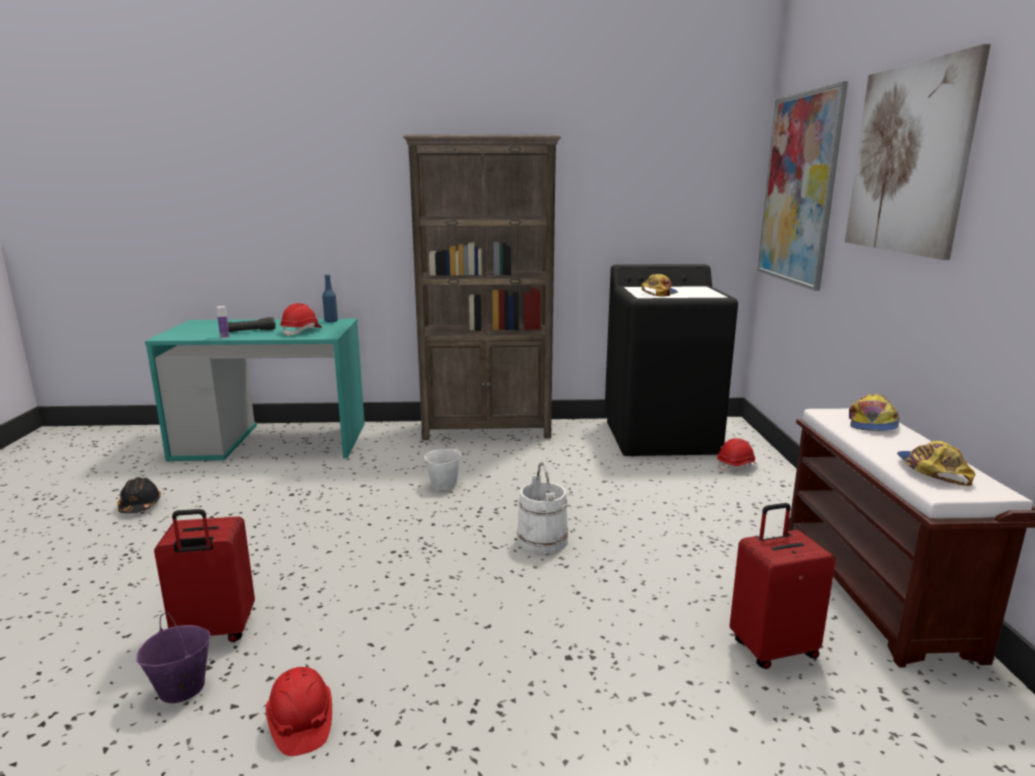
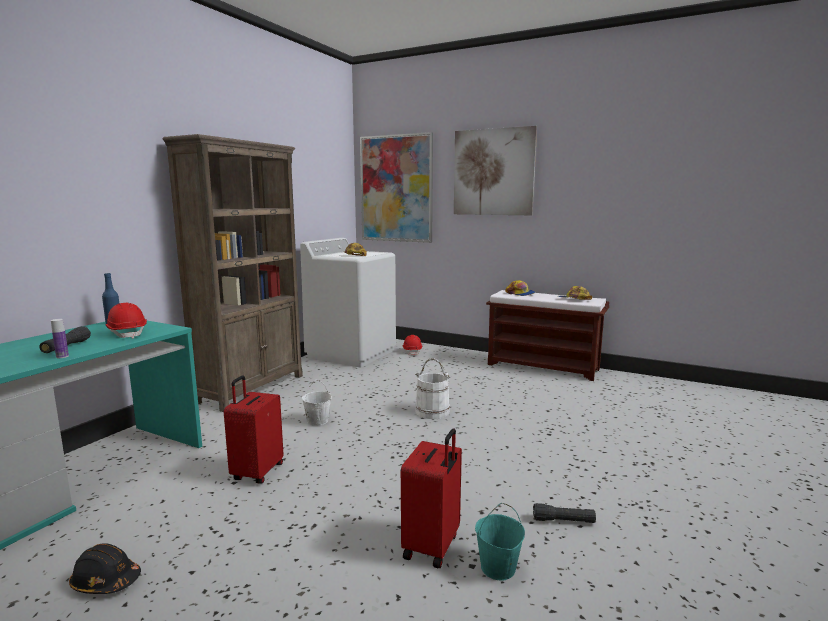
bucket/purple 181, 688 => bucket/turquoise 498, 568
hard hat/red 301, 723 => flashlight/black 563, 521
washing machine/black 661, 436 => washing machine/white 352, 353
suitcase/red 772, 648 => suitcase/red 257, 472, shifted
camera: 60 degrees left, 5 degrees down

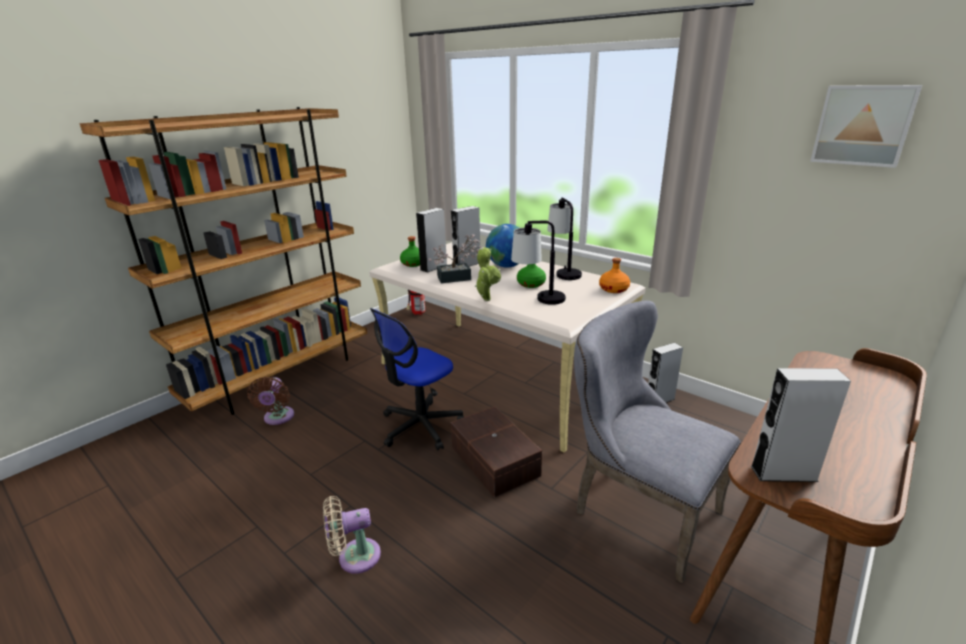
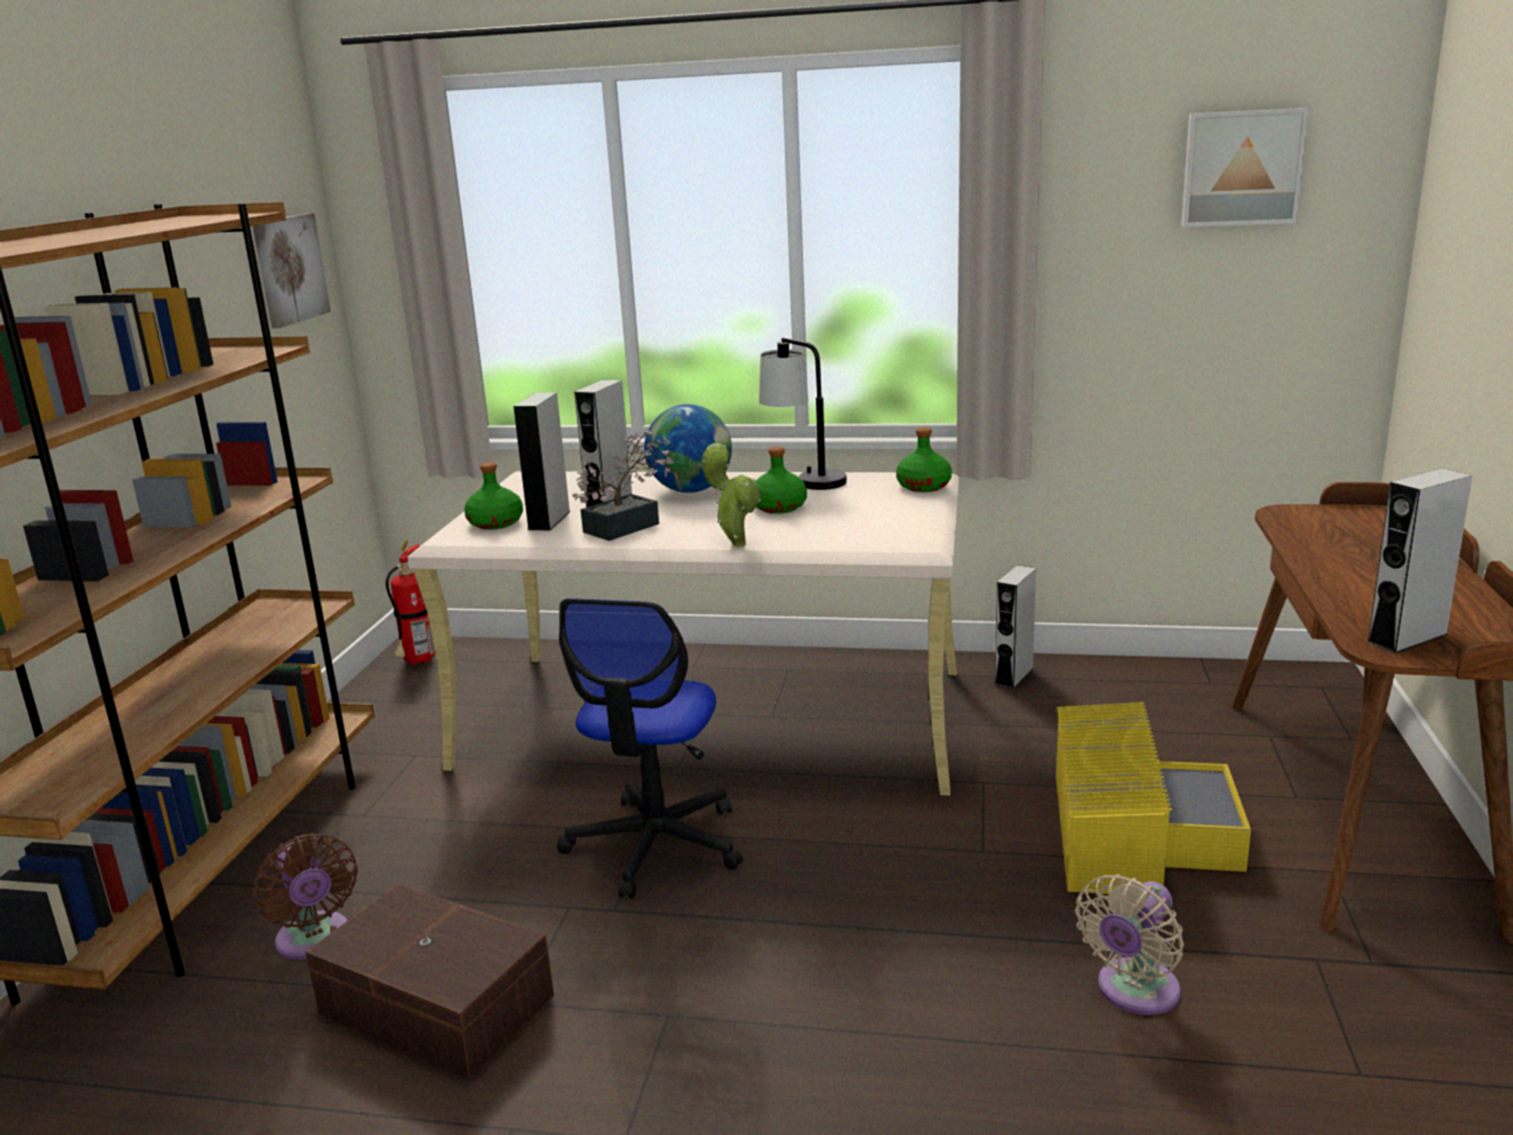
fan/beige 354, 557 => fan/beige 1133, 992, shifted
storage box/brown 494, 462 => storage box/brown 435, 1007, shifted
table lamp 538, 301 => nothing
chair/grey 637, 510 => storage box/yellow 1131, 831
bottle/orange 614, 289 => bottle/green 924, 486
nothing => picture 289, 269
camera: 30 degrees left, 5 degrees down

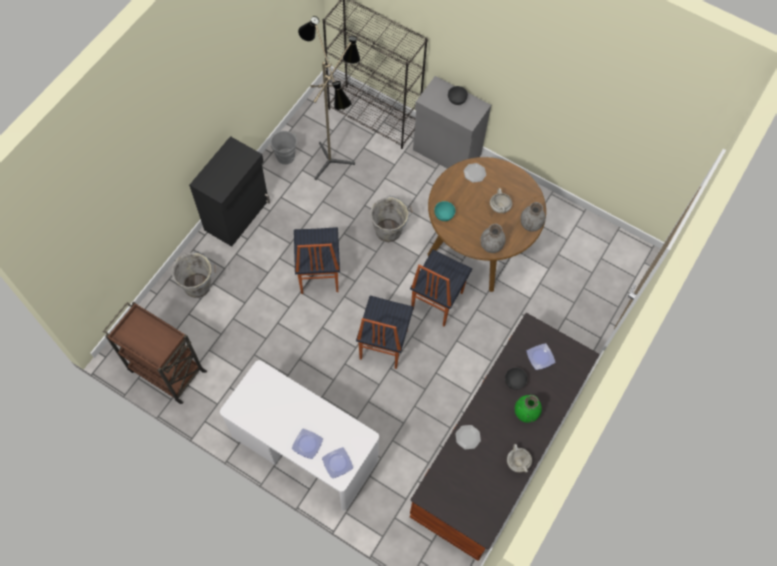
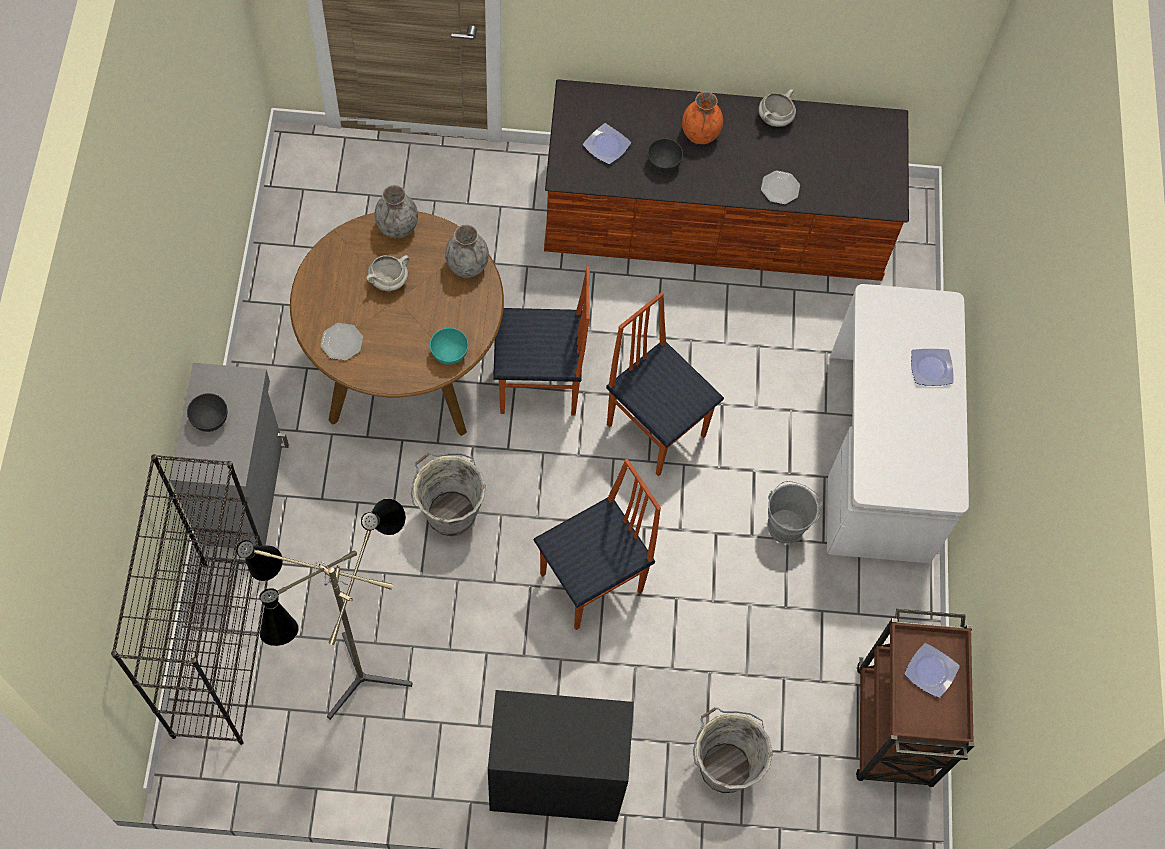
bucket/grey 286, 158 => bucket/grey 787, 523, shifted
plate 337, 463 => plate 931, 672, shifted
chair 382, 344 => chair 656, 428, 120 degrees counterclockwise
vase/green 525, 413 => vase/orange 700, 134
camera: 120 degrees left, 0 degrees up

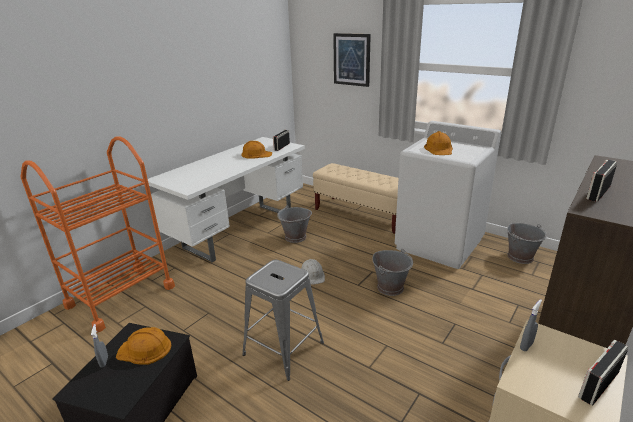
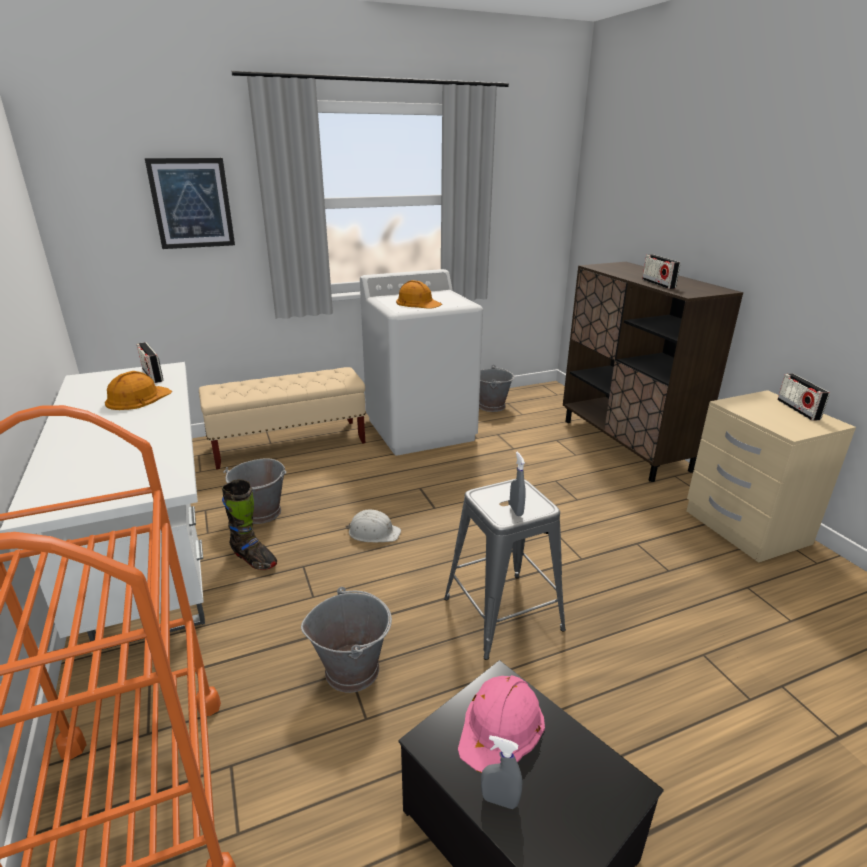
hard hat/orange 145, 349 => hard hat/pink 501, 727
bucket/grey 390, 287 => bucket/grey 352, 669, shifted
spray bottle/grey 526, 346 => spray bottle/grey 516, 510, shifted
nothing => boot/black 254, 559
camera: 60 degrees left, 0 degrees up

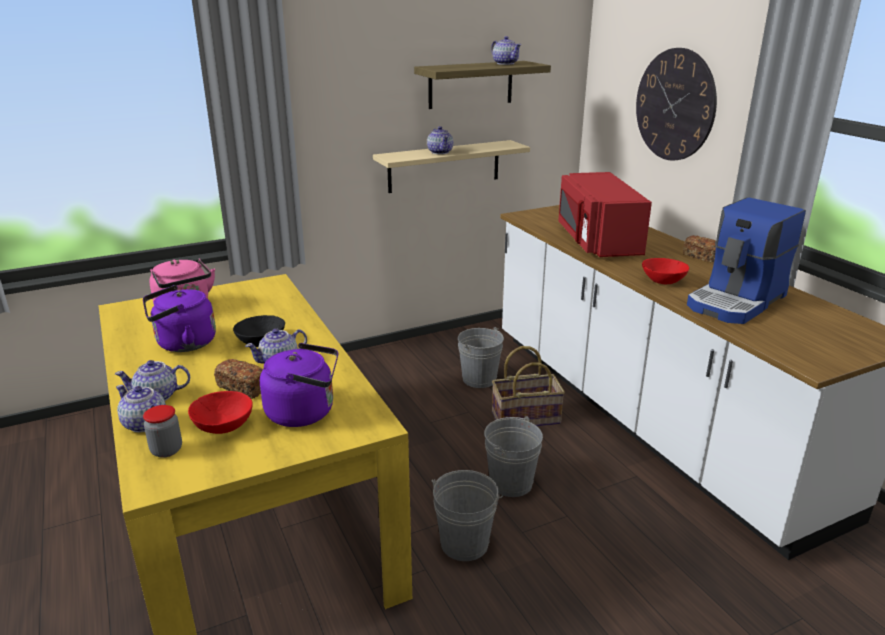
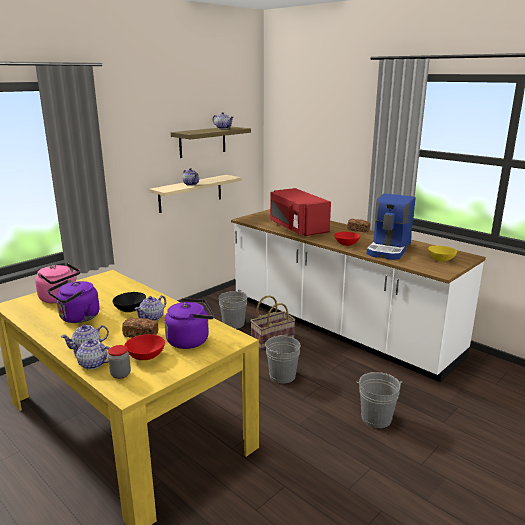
bucket/grey 464, 543 => bucket/grey 376, 418, shifted
wall clock 675, 105 => nothing
nothing => bowl/yellow 441, 259
camera: 20 degrees left, 5 degrees down

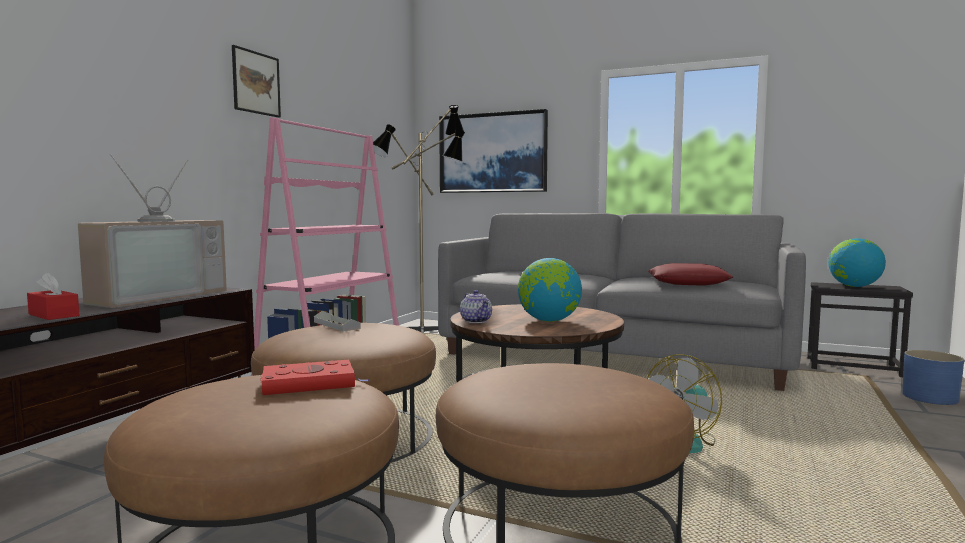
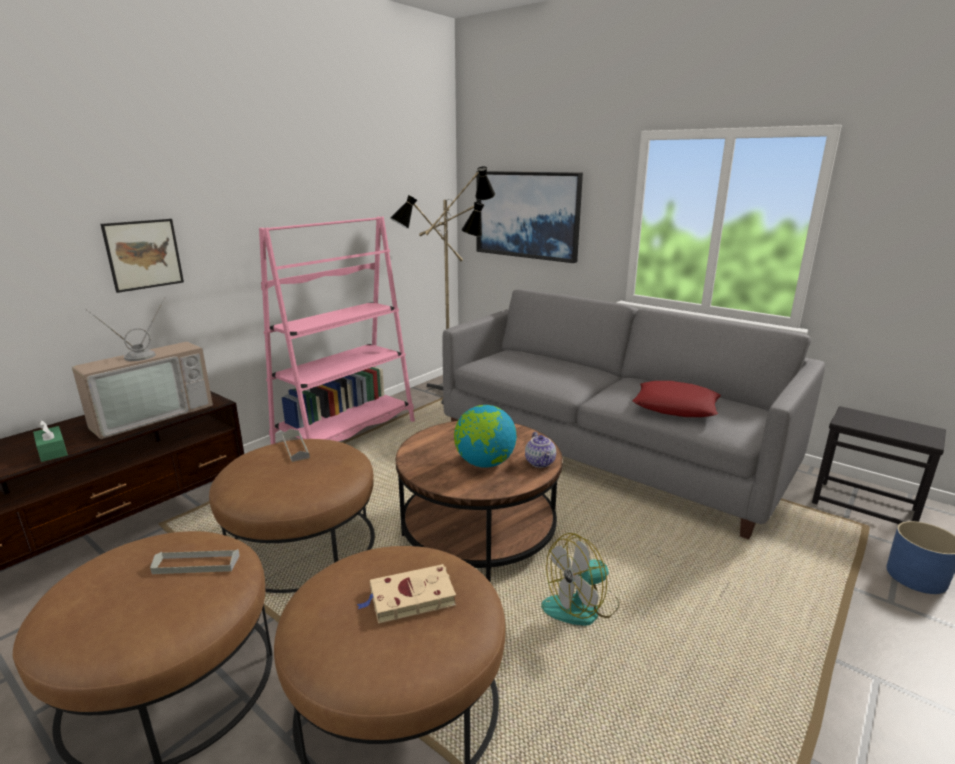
tissue box/red 53, 315 => tissue box/green 52, 451
picture 256, 83 => picture 143, 254, shifted
book/red 311, 384 => tray/grey 196, 564
teapot 477, 321 => teapot 540, 463, shifted
globe 854, 286 => nothing
nothing => book/beige 409, 598
camera: 15 degrees right, 15 degrees up

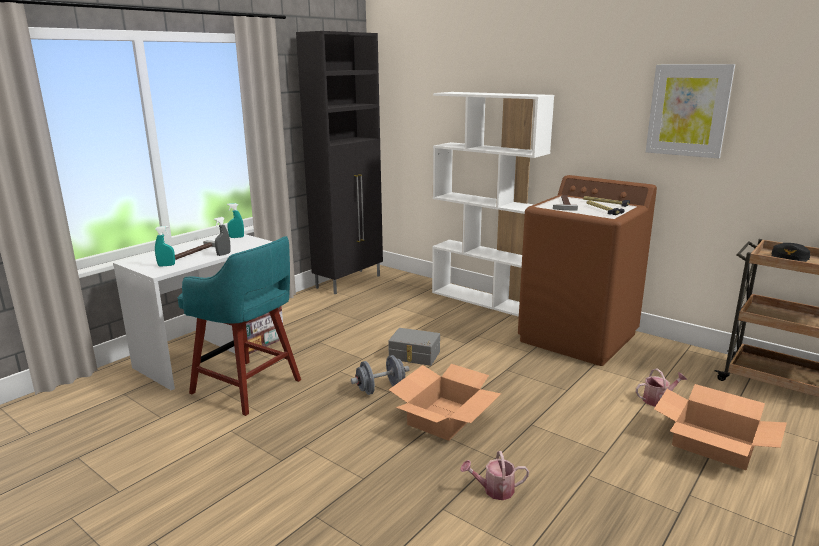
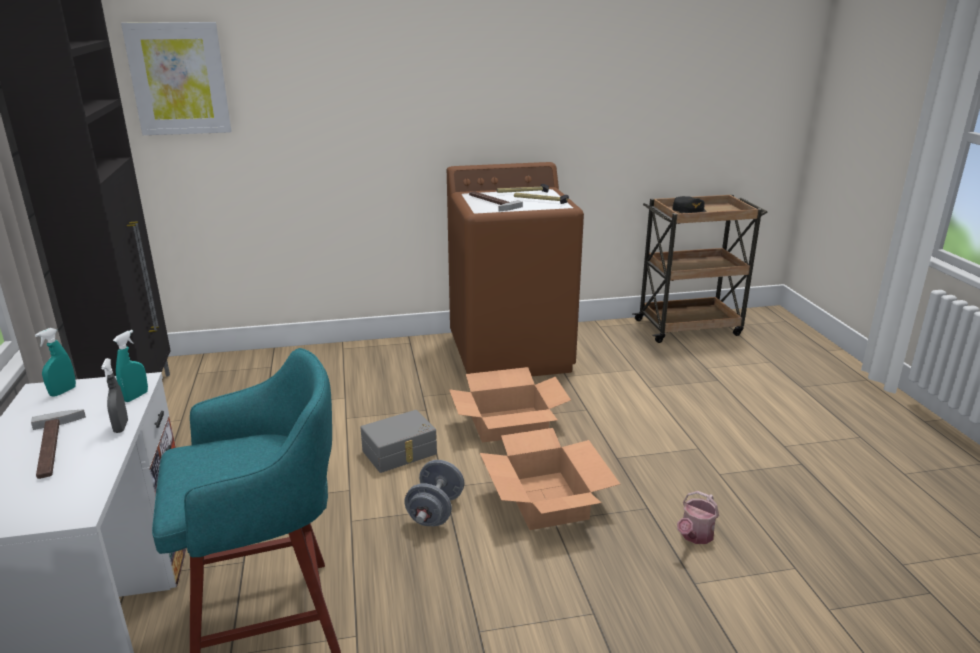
spray bottle/turquoise 166, 265 => spray bottle/turquoise 136, 396, shifted
bookcase/white 484, 300 => nothing
watering can 658, 400 => nothing
picture 688, 110 => picture 179, 79, shifted
cardboard box 713, 444 => cardboard box 509, 424, shifted
camera: 50 degrees left, 5 degrees up

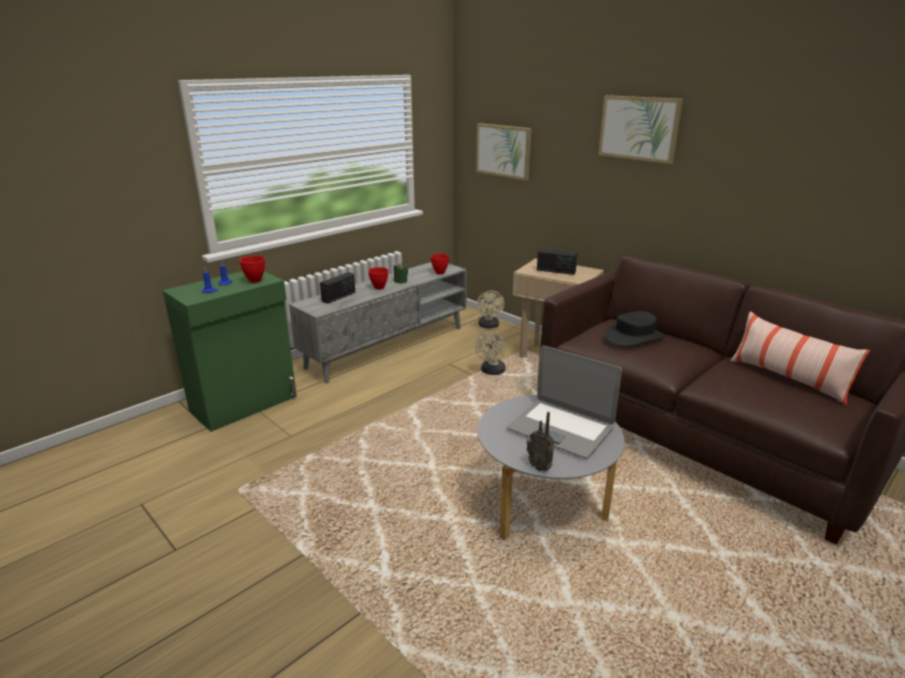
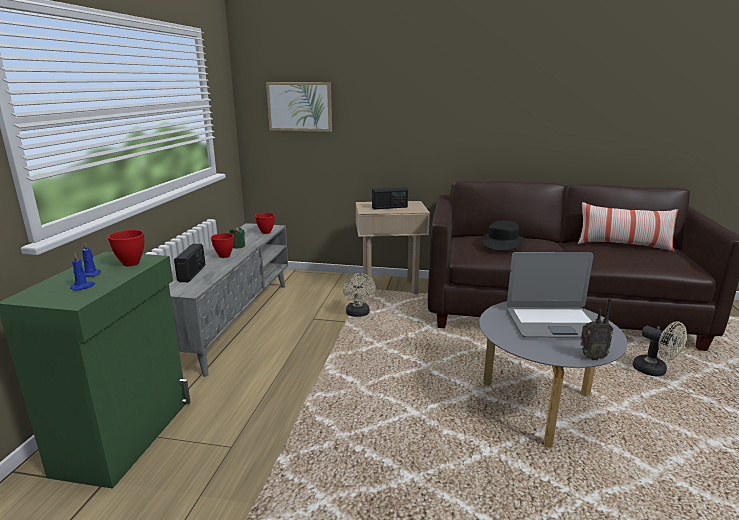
fan/beige 489, 326 => fan/beige 654, 371, shifted
picture 639, 128 => nothing
camera: 35 degrees left, 5 degrees down

